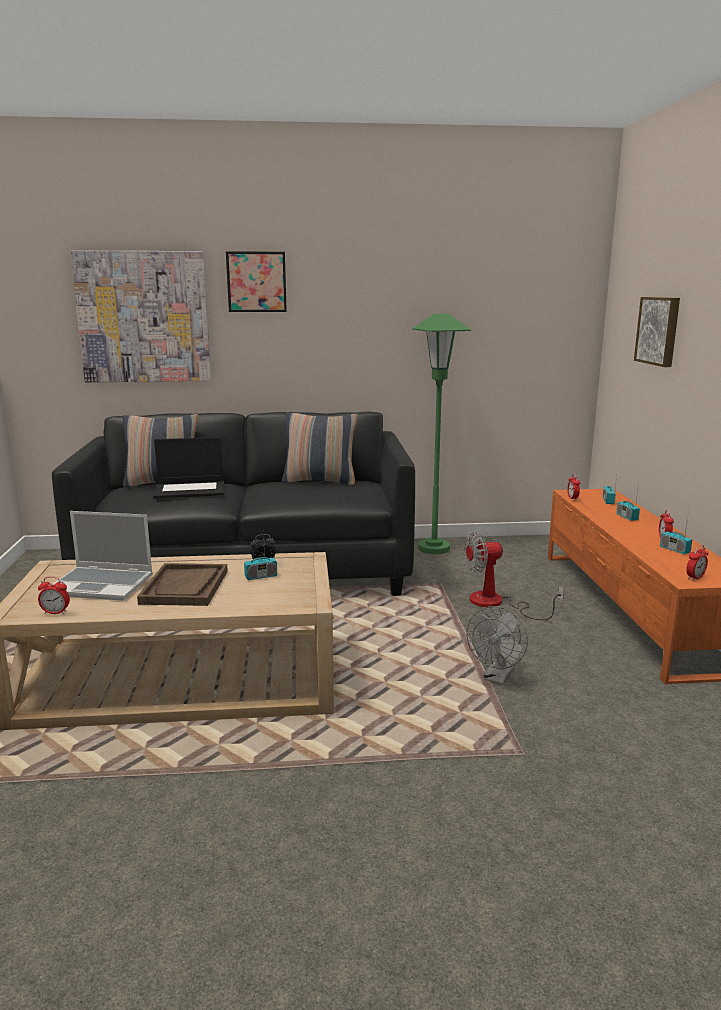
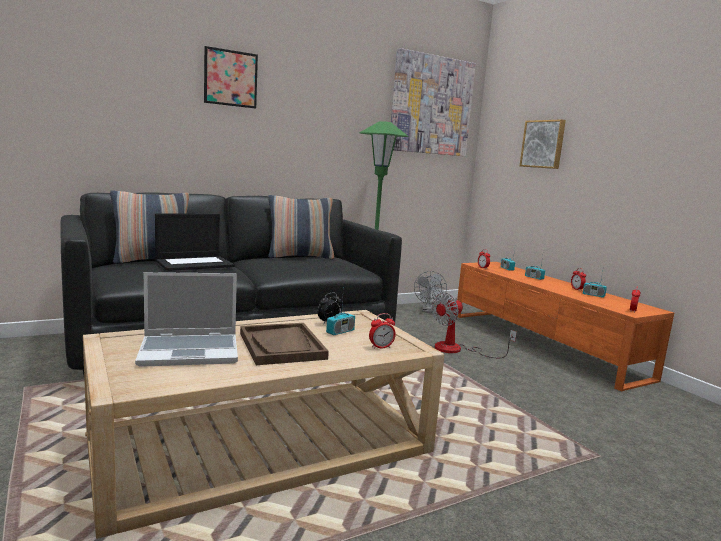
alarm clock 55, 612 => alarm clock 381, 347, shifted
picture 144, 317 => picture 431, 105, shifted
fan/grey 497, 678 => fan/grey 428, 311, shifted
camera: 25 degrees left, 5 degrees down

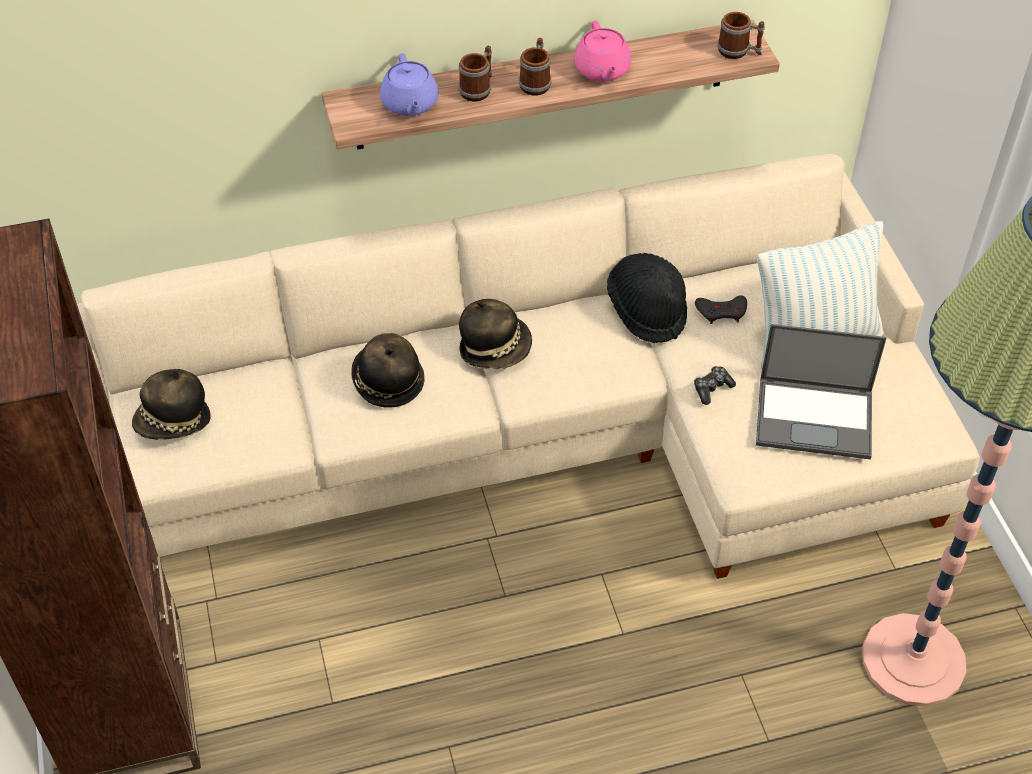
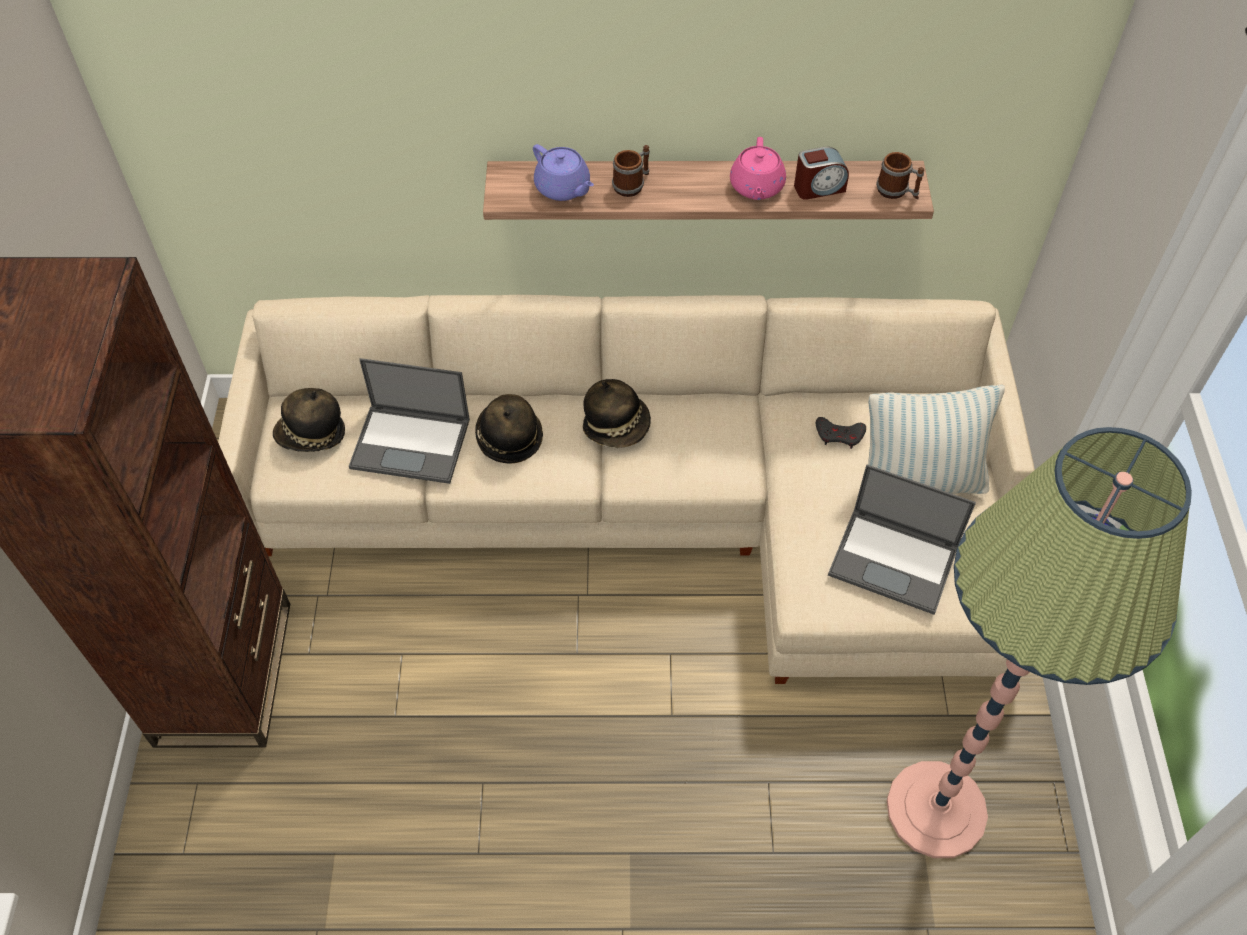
teapot/purple 410, 104 => teapot/purple 563, 188, 45 degrees counterclockwise
mug 536, 82 => nothing
hat/black 647, 310 => nothing
game controller 712, 388 => nothing
nothing => laptop 412, 443
nothing => alarm clock 819, 188
camera: 15 degrees right, 5 degrees up

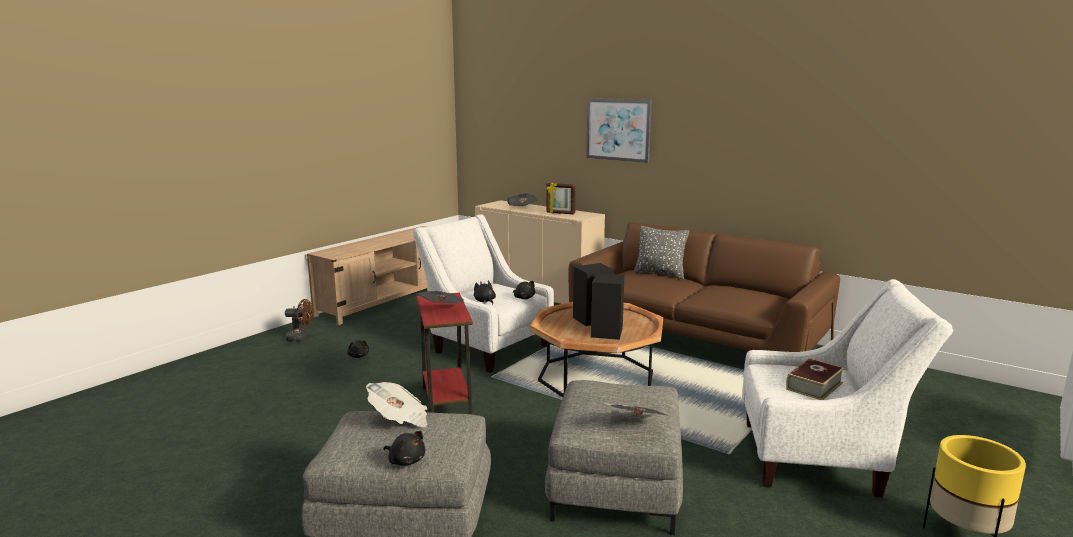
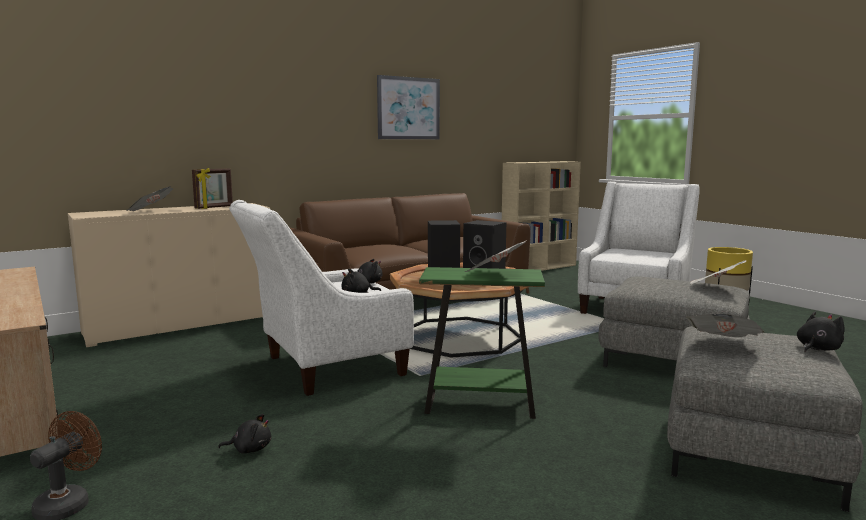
side table/red 446, 404 => side table/green 480, 405
picture 618, 130 => picture 408, 108, shifted
pillow/grey 660, 274 => nothing
book 814, 386 => nothing
nothing => bookcase/beige 539, 268
camera: 70 degrees left, 5 degrees down

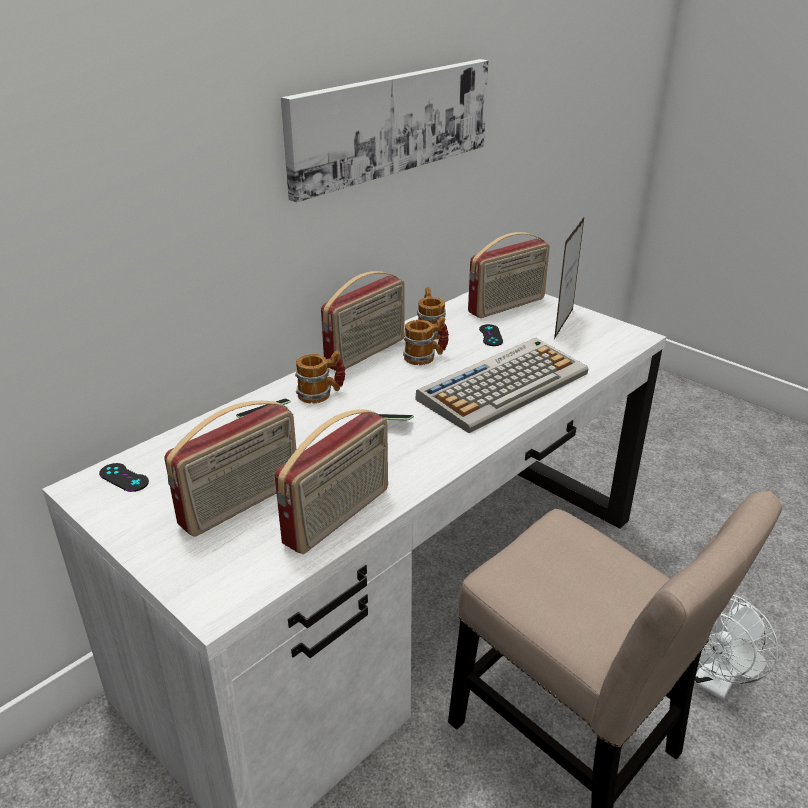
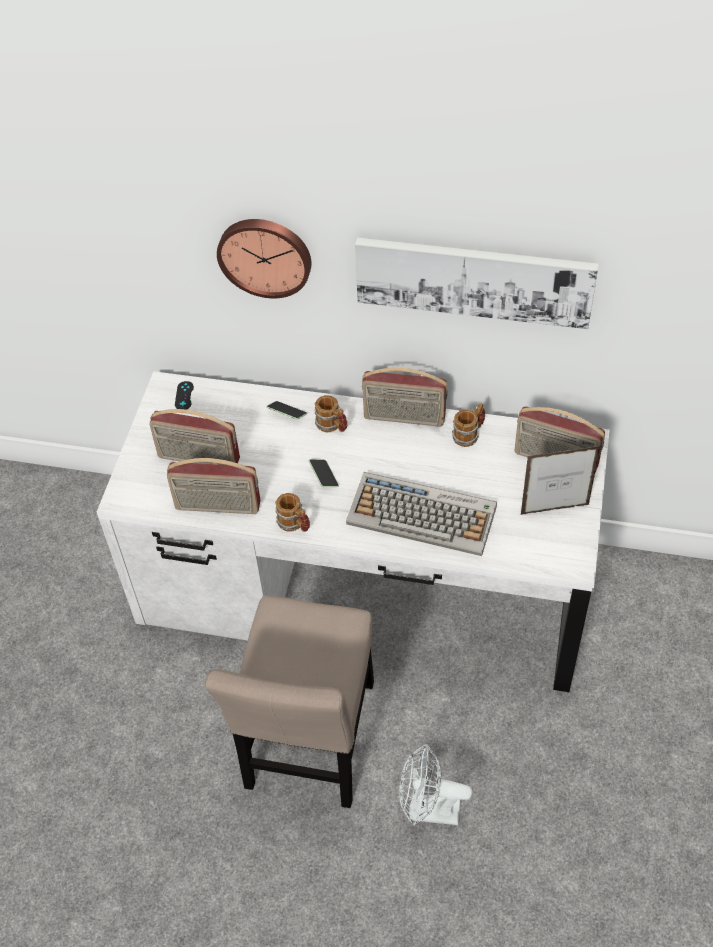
mug 425, 357 => mug 294, 524, shifted
game controller/black 490, 335 => nothing
nothing => wall clock 265, 255
camera: 60 degrees right, 20 degrees up

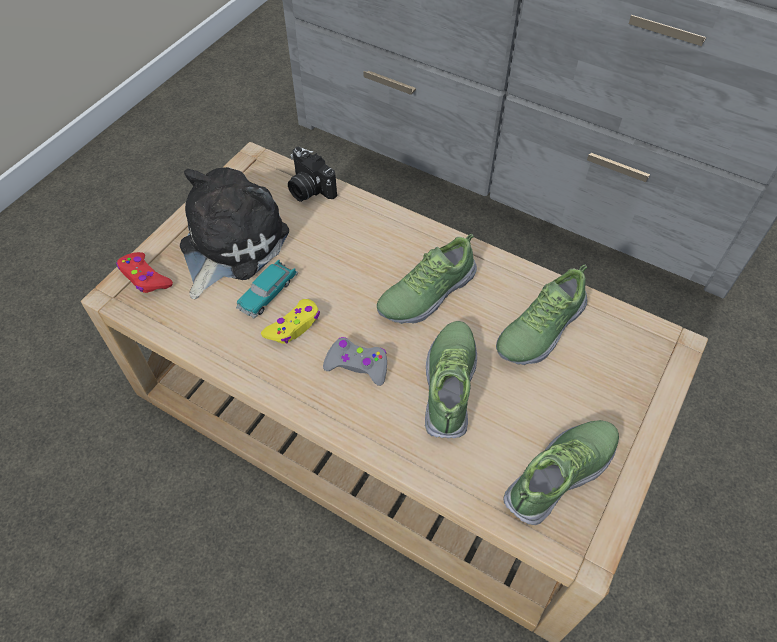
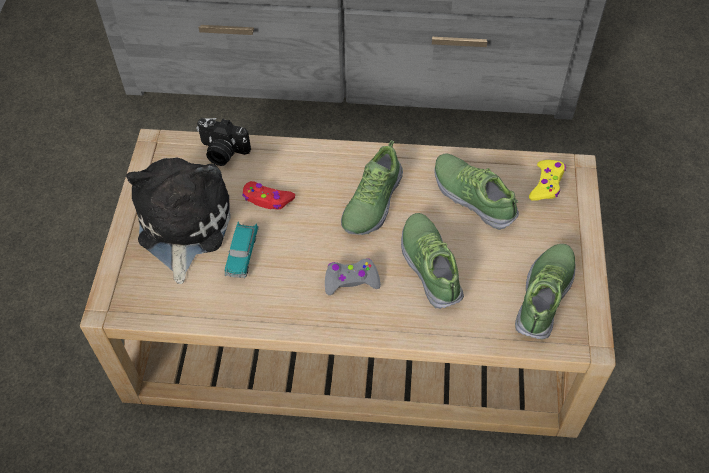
game controller/red 145, 278 => game controller/red 267, 199, shifted
game controller/yellow 293, 326 => game controller/yellow 546, 184, shifted
shoe 539, 329 => shoe 473, 196, 120 degrees clockwise
camera: 25 degrees left, 0 degrees up

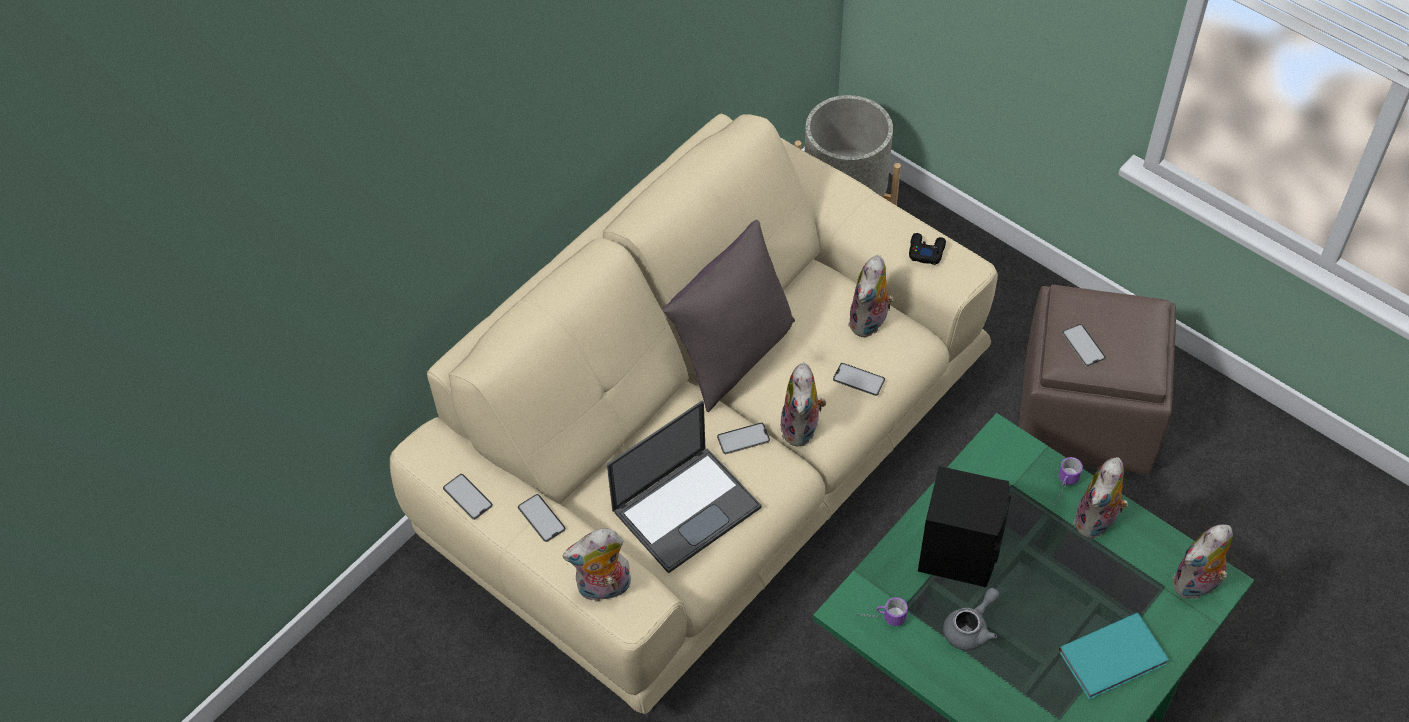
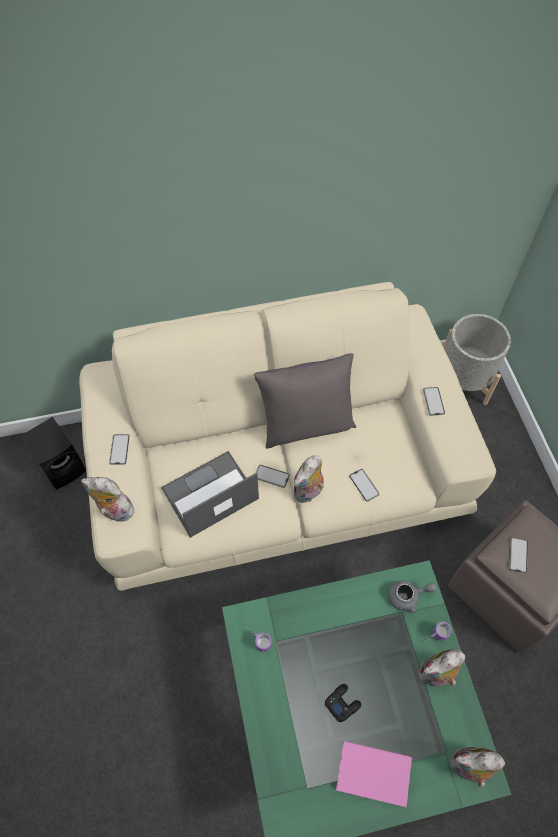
phone 467, 497 => phone 433, 401, shifted
laptop 687, 507 => laptop 209, 495, 150 degrees clockwise
plush toy 870, 322 => nothing
game controller/black 926, 251 => game controller/black 342, 703, shifted
speaker/black 959, 550 => speaker/black 64, 466, shifted
teapot/grey 971, 628 => teapot/grey 408, 597, shifted
book/turquoise 1115, 659 => book/pink 374, 776
camera: 35 degrees right, 5 degrees up

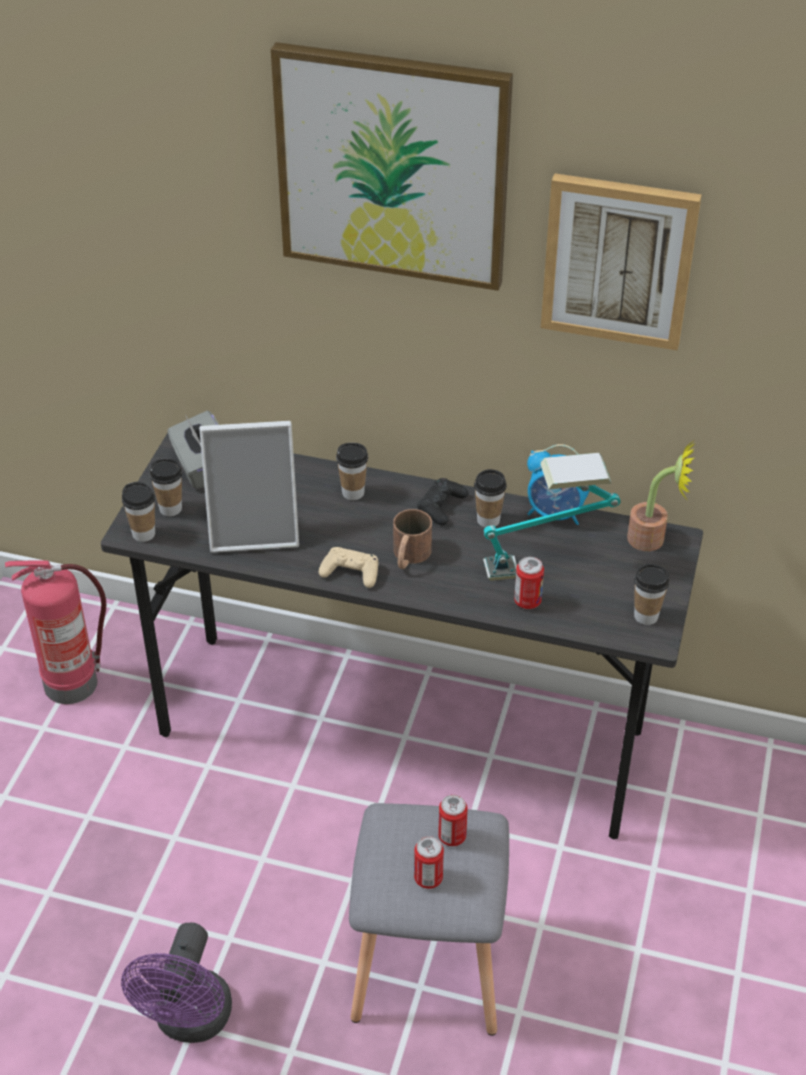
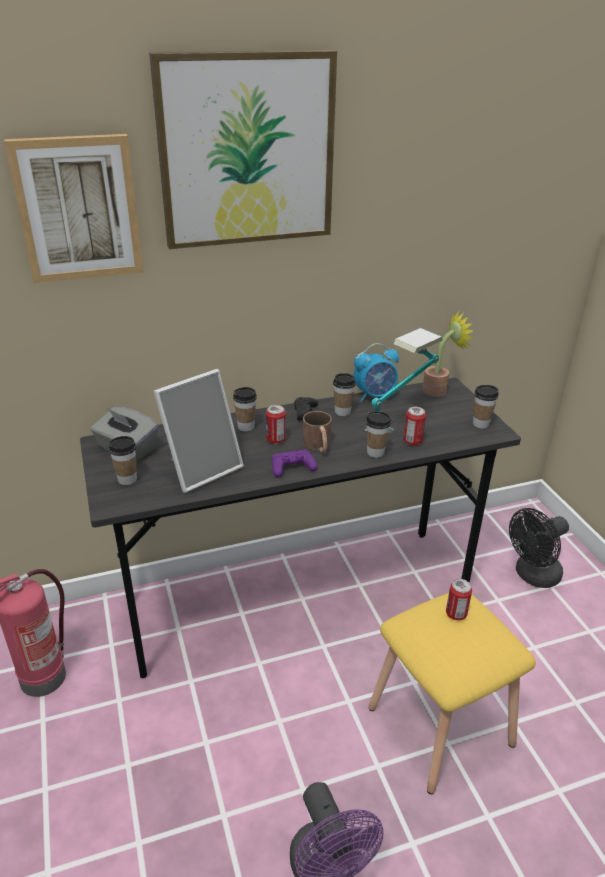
cup 143, 534 => cup 375, 452, shifted
game controller/beige 351, 572 => game controller/purple 292, 467
stool/grey 426, 966 => stool/yellow 439, 727
can 428, 878 => can 276, 440, shifted
picture 618, 260 => picture 78, 209, shifted
nothing => fan/black 532, 576
camera: 35 degrees left, 10 degrees down

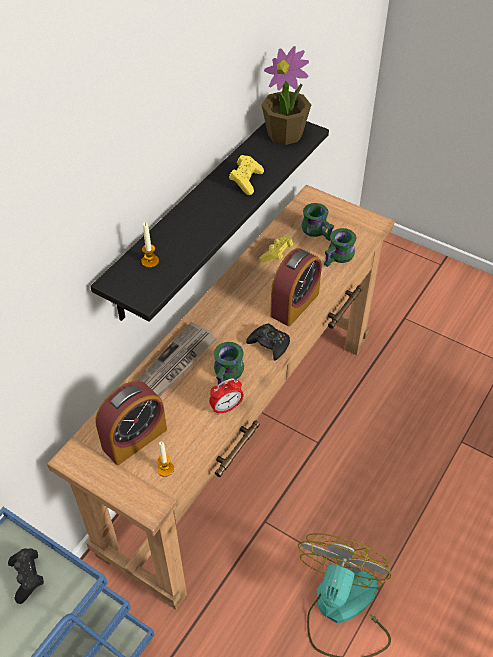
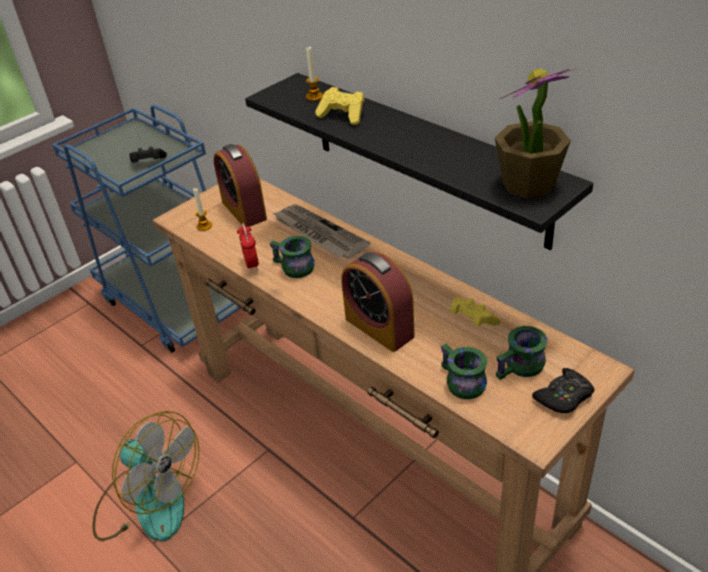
game controller/yellow 246, 181 => game controller/yellow 343, 116, shifted
game controller/black 269, 344 => game controller/black 564, 397, shifted
camera: 105 degrees right, 10 degrees down

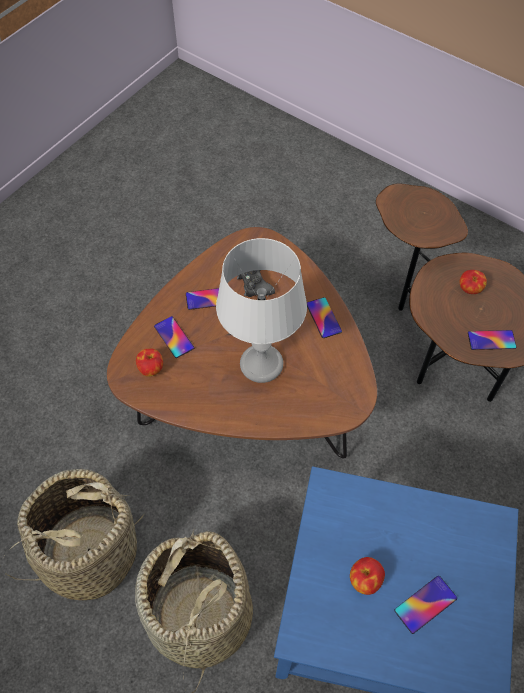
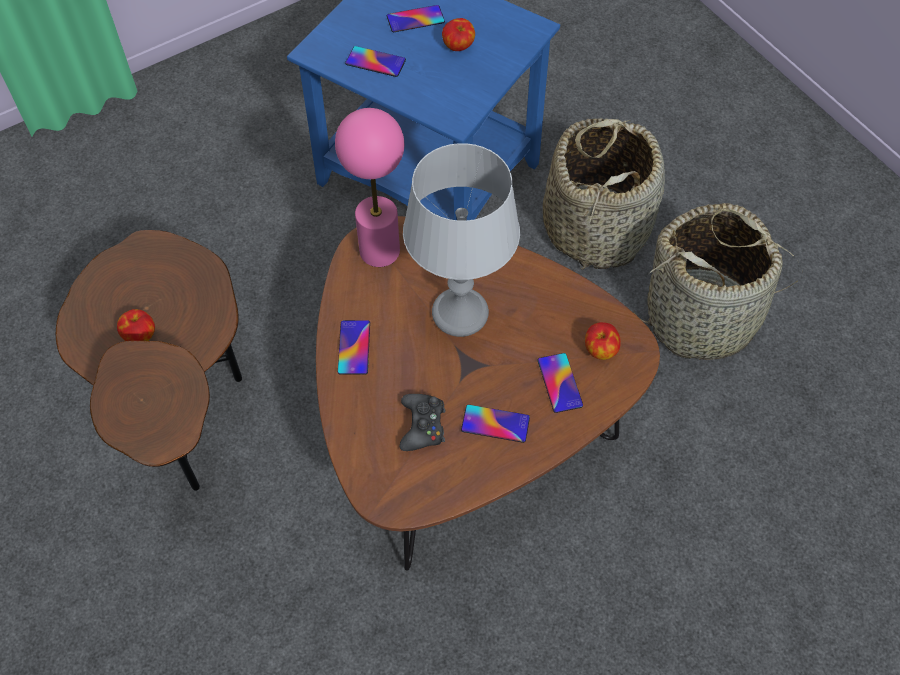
phone 491, 340 => phone 375, 62, shifted
nothing => table lamp/pink 380, 250
camera: 160 degrees left, 0 degrees up

